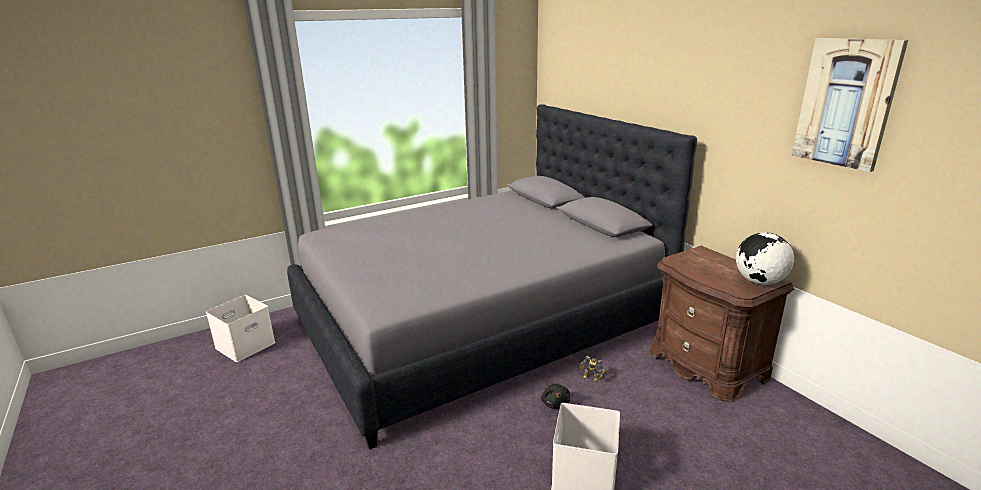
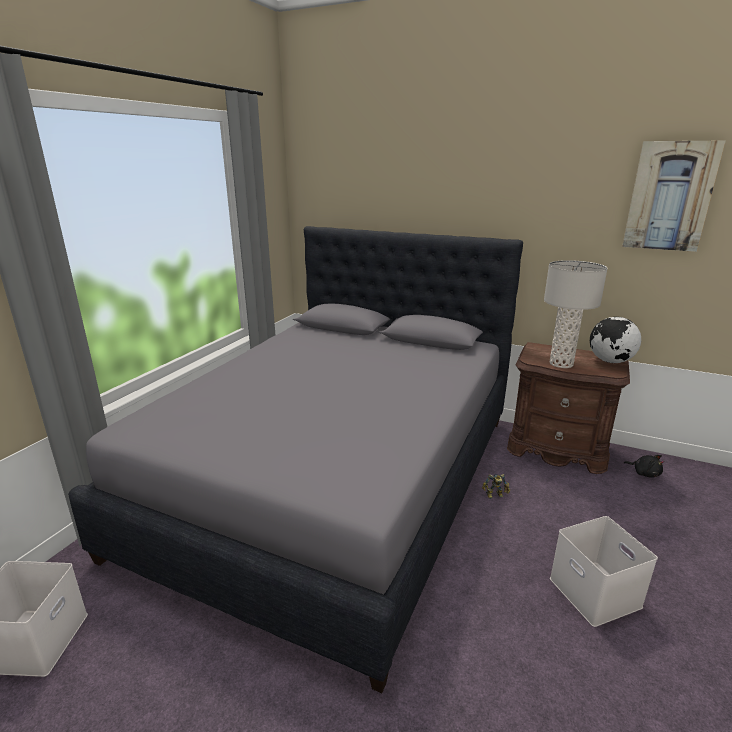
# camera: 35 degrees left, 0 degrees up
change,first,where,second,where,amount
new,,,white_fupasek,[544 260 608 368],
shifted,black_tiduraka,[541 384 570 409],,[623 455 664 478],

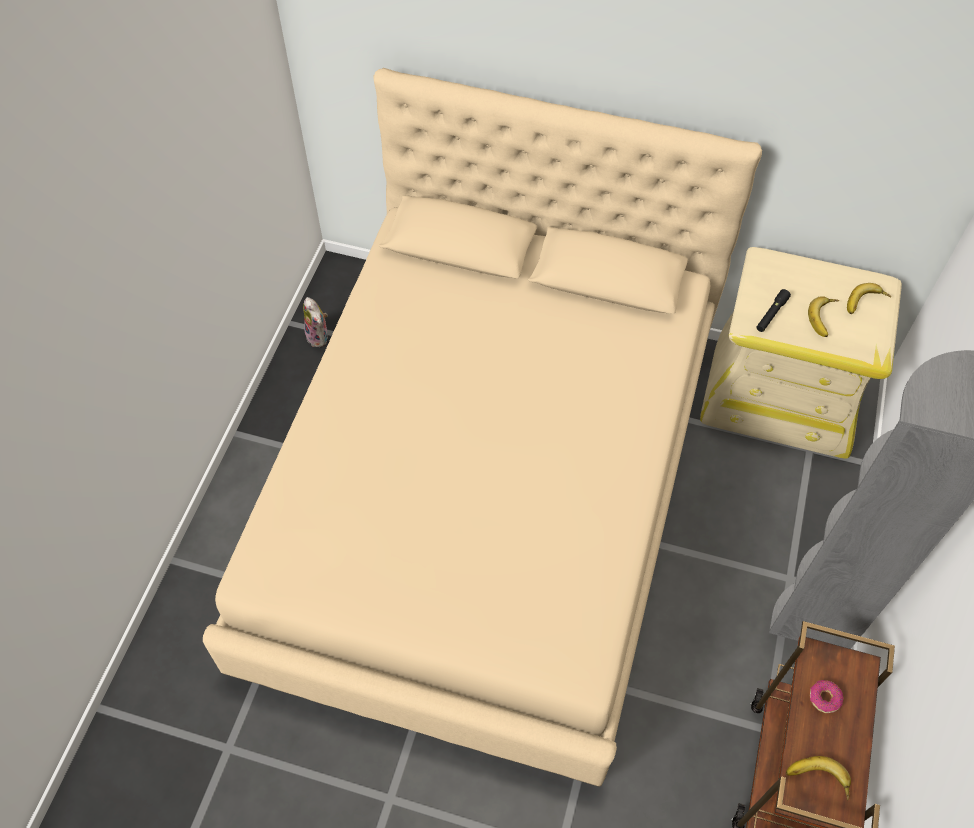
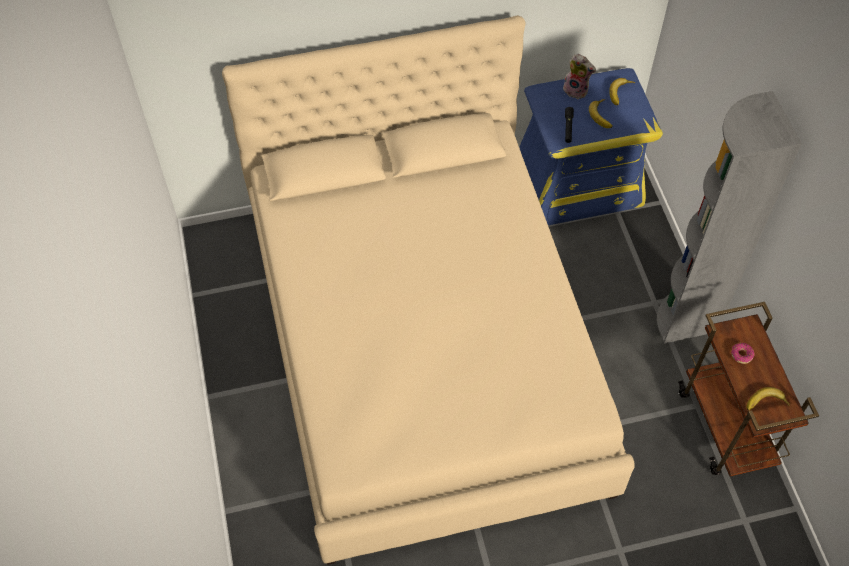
# camera: 30 degrees left, 0 degrees up
change,first,where,second,where,amount
repainted,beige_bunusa,[700 247 902 459],blue_bunusa,[519 68 663 225],
shifted,tiduraka,[303 297 328 347],,[563 54 596 99],

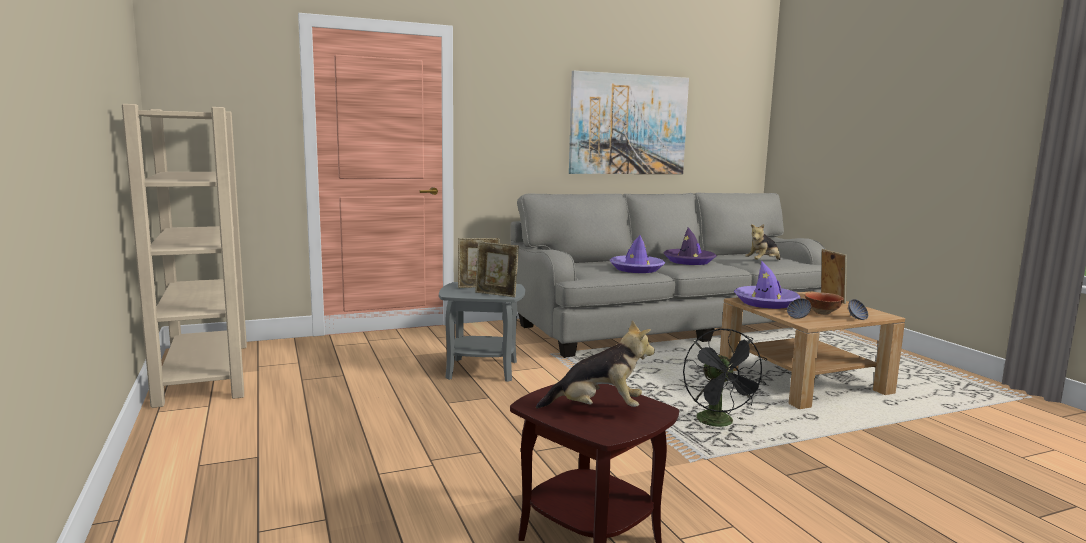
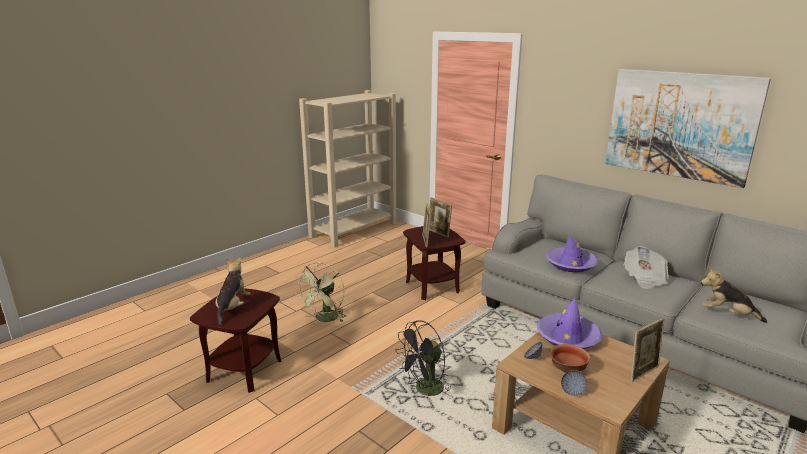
# camera: 65 degrees right, 10 degrees up
change,first,where,second,where,amount
rotated,tiduraka,[536 320 655 408],,[216 257 250 325],150 degrees counterclockwise
new,,,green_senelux,[296 262 346 322],
repainted,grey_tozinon,[439 282 525 382],brown_tozinon,[403 226 466 300],
swapped,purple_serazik,[663 227 716 265],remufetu,[623 246 668 289],

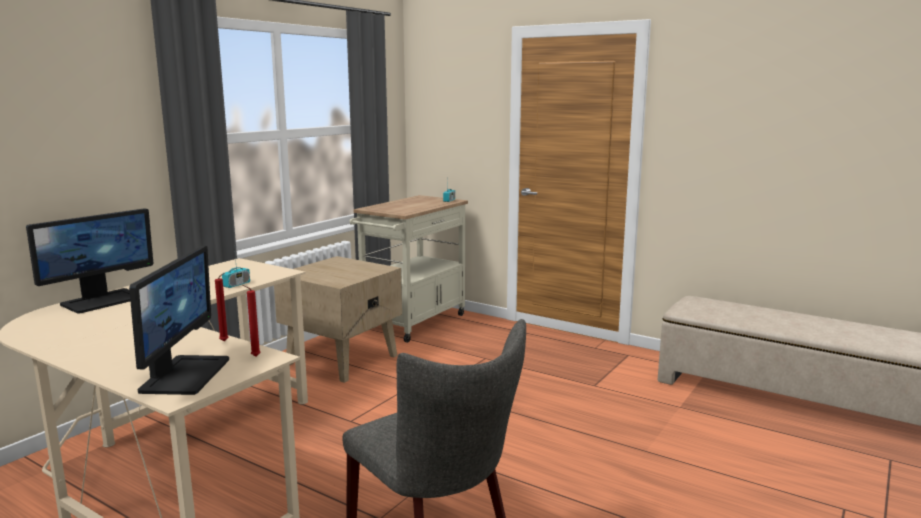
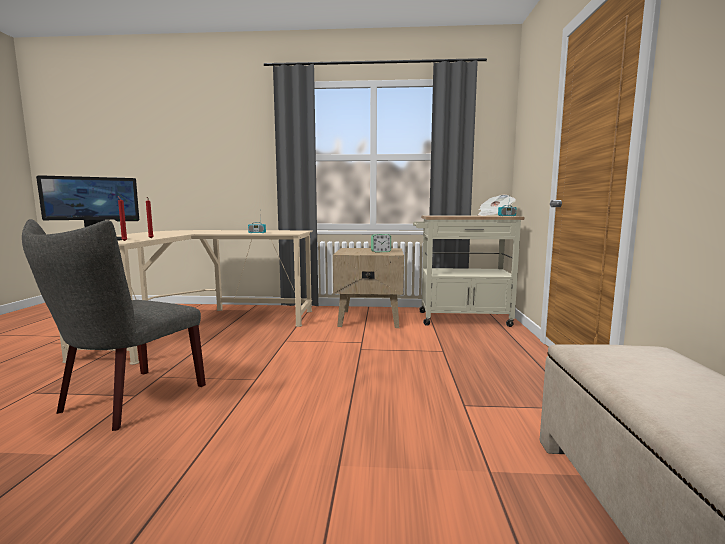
# camera: 60 degrees right, 5 degrees down
change,first,where,second,where,amount
new,,,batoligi,[371 234 391 252],
new,,,remufetu,[478 195 516 216],
gone,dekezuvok,[26 208 153 314],,,

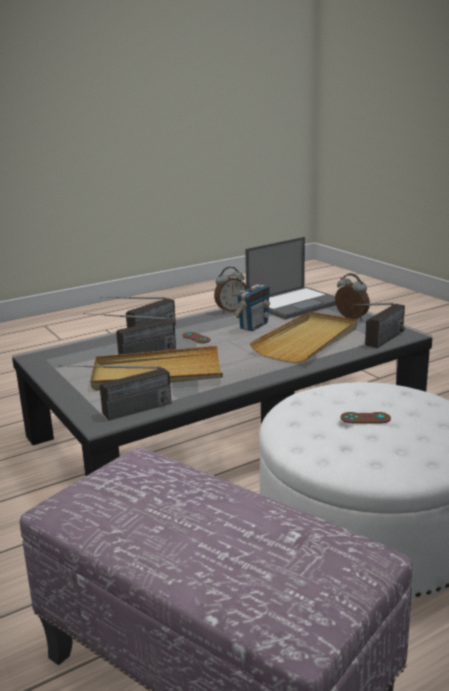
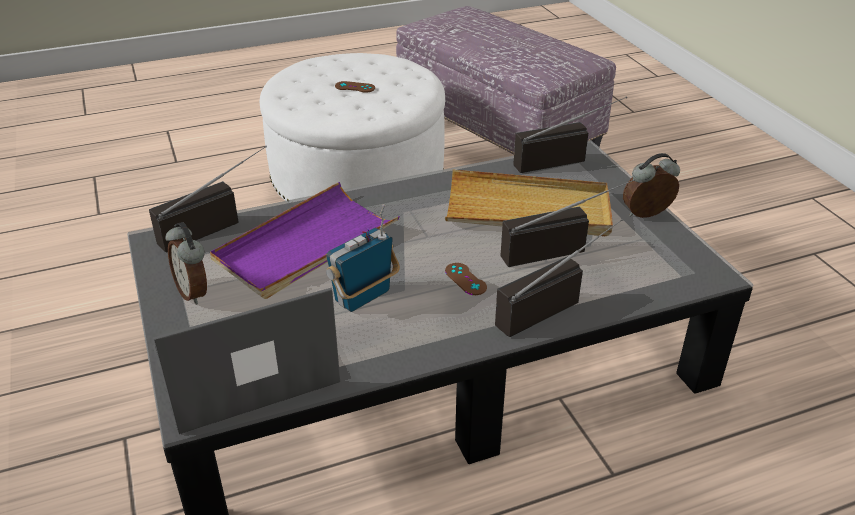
# camera: 170 degrees left, 15 degrees up
change,first,where,second,where,amount
repainted,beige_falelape,[250 311 357 363],purple_falelape,[210 182 400 299],
shifted,batoligi,[214 267 247 313],,[623 153 680 218],

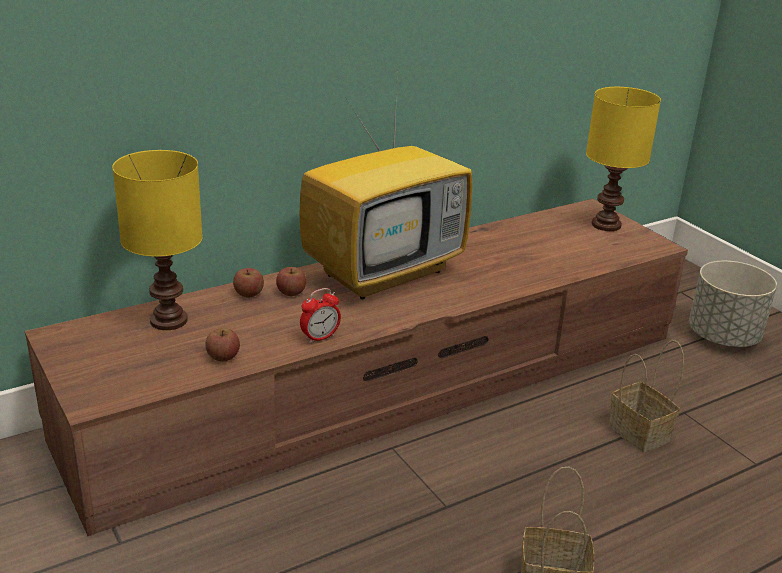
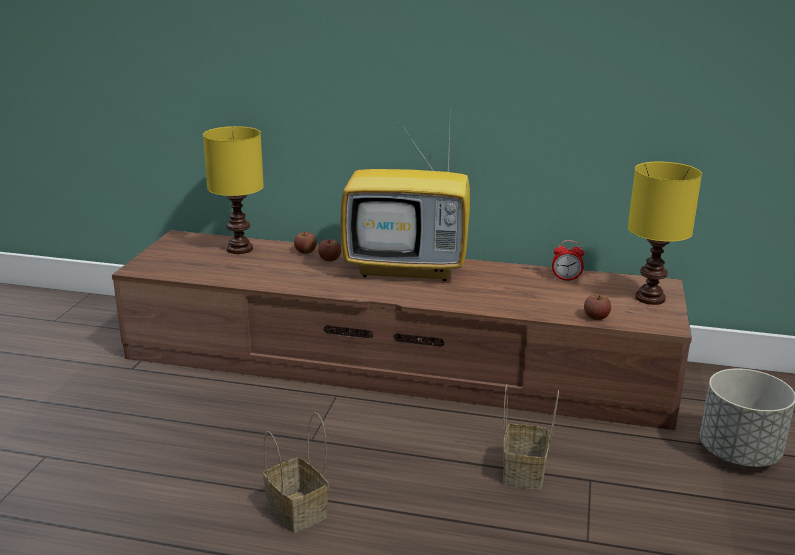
# camera: 45 degrees right, 5 degrees down
change,first,where,second,where,amount
shifted,batoligi,[300 288 341 343],,[552 240 584 281],
shifted,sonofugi,[205 328 240 362],,[584 294 611 320],

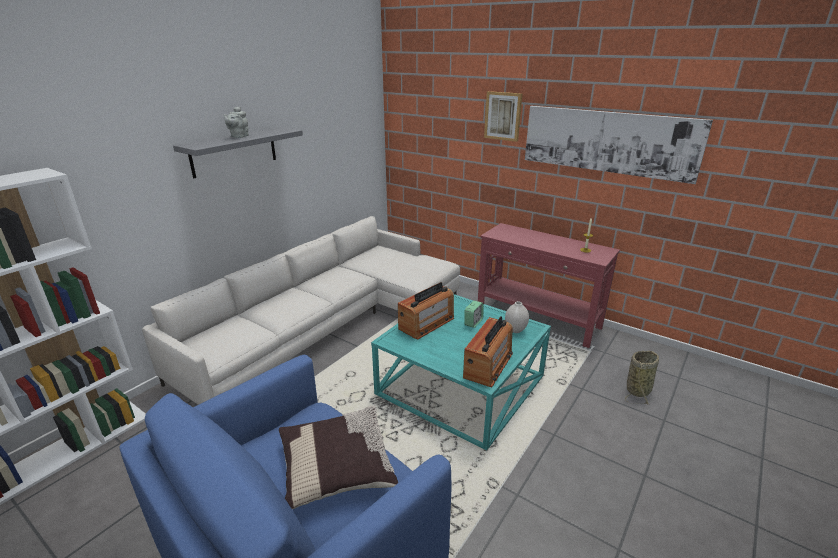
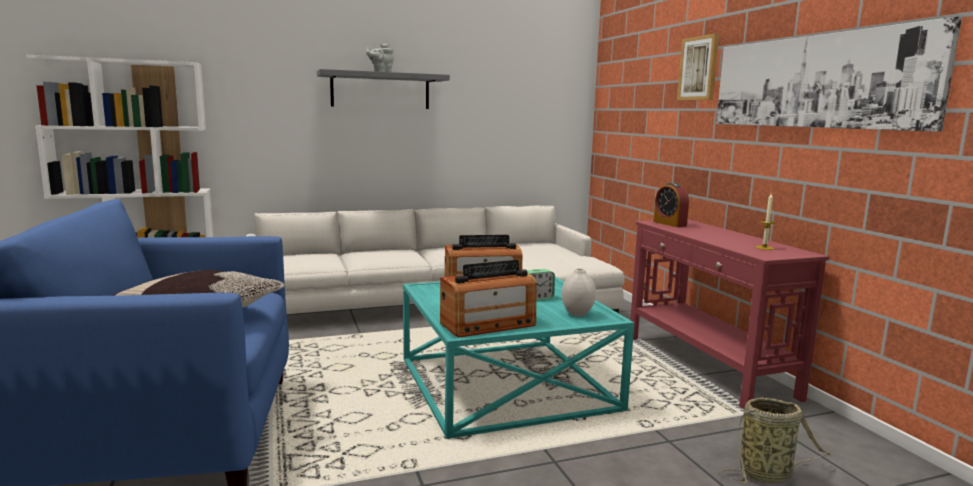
# camera: 35 degrees right, 15 degrees down
change,first,where,second,where,amount
new,,,batoligi,[653 183 689 227],

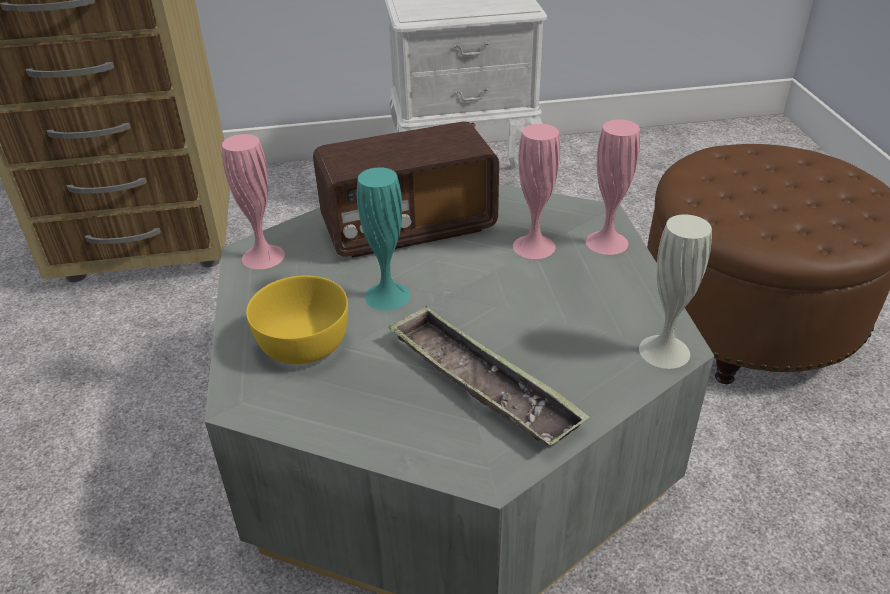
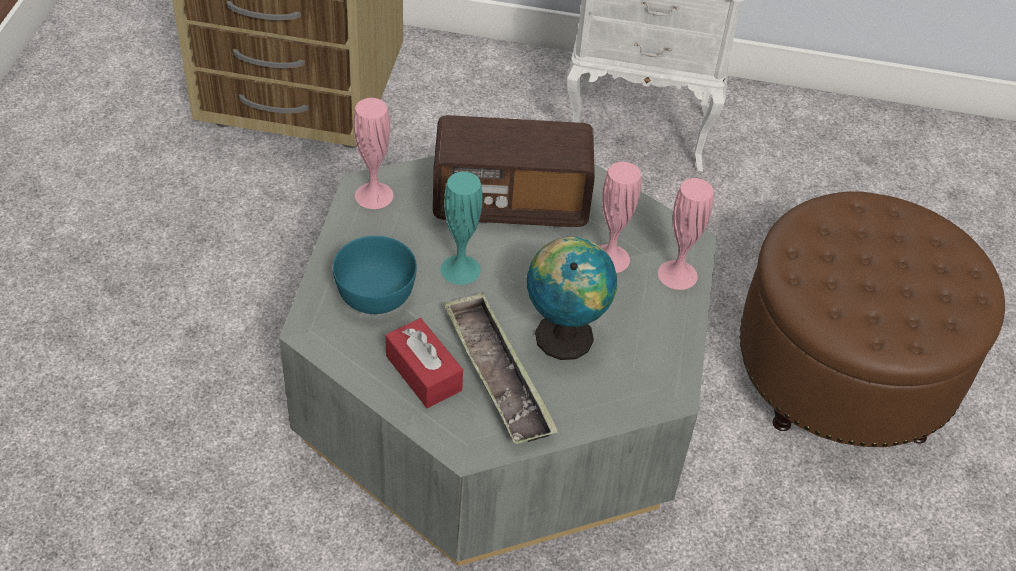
# camera: 15 degrees right, 10 degrees up
change,first,where,second,where,amount
repainted,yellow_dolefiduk,[246 276 348 364],turquoise_dolefiduk,[333 236 417 314],
new,,,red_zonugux,[385 318 463 408],
new,,,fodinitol,[527 237 617 360],
gone,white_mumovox,[639 214 712 369],,,

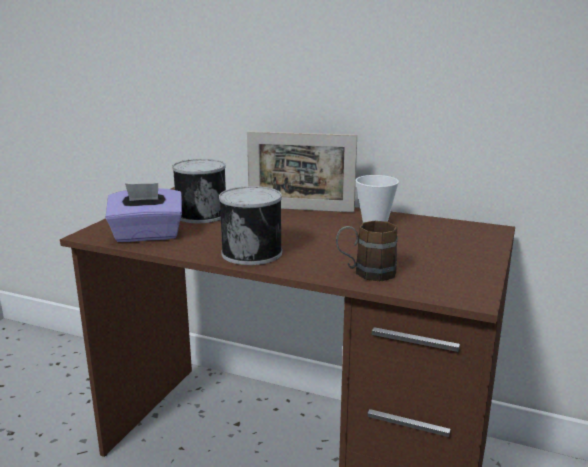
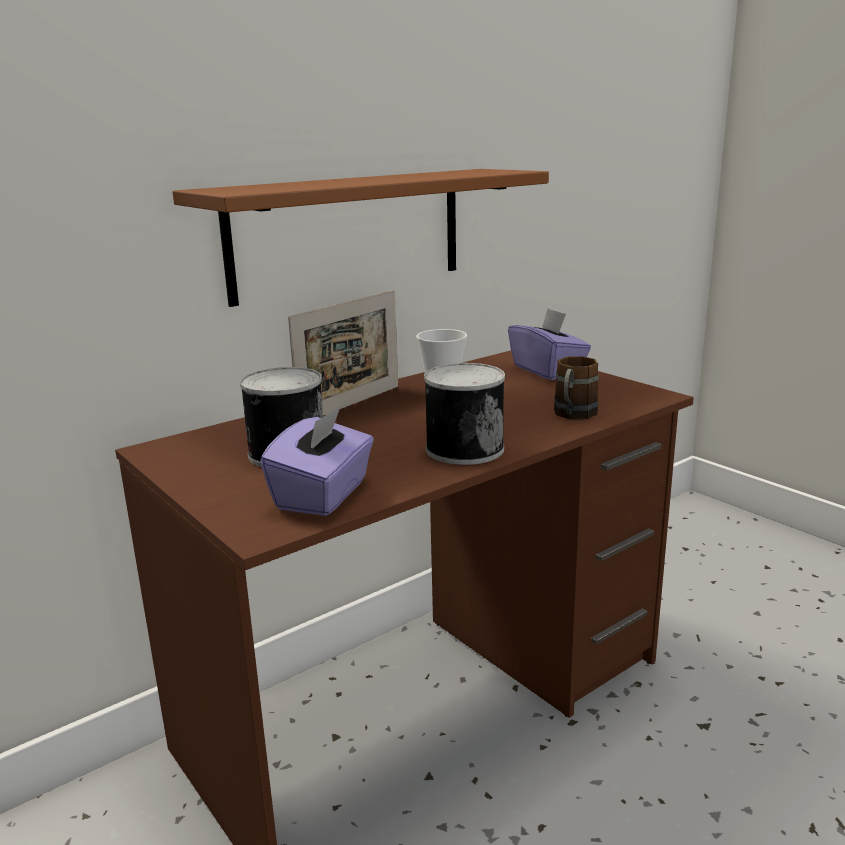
# camera: 60 degrees left, 0 degrees up
change,first,where,second,where,amount
new,,,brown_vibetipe,[173 169 549 307],
new,,,purple_zonugux,[508 308 591 380],

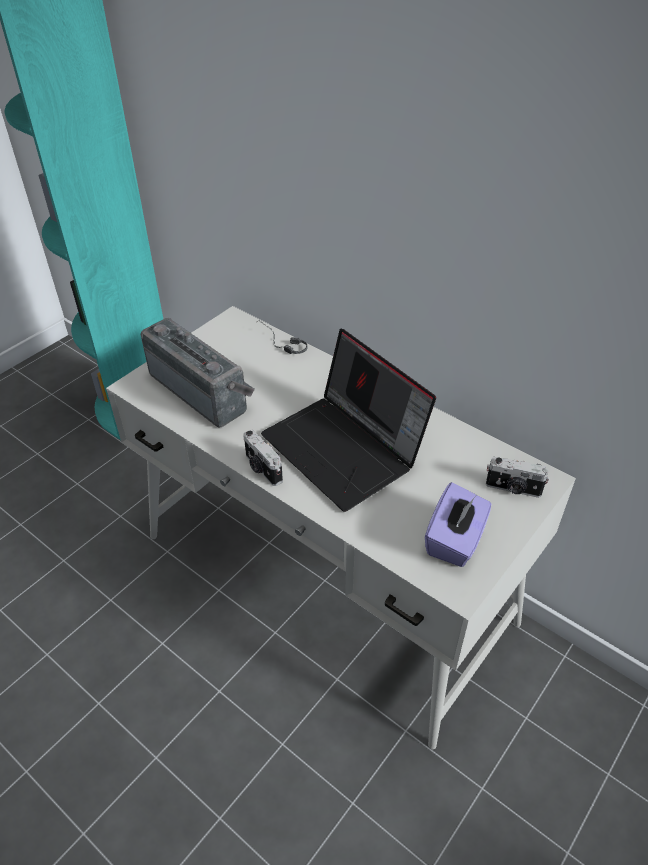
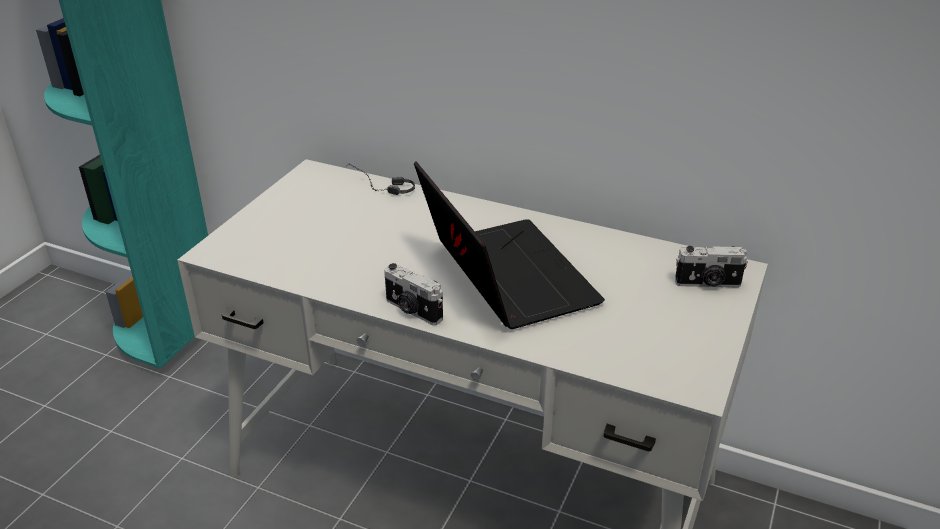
# camera: 15 degrees left, 10 degrees down
change,first,where,second,where,amount
rotated,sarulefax,[261 329 436 512],,[414 161 605 329],150 degrees counterclockwise
gone,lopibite,[141 318 255 428],,,
gone,purple_zonugux,[425 482 491 567],,,

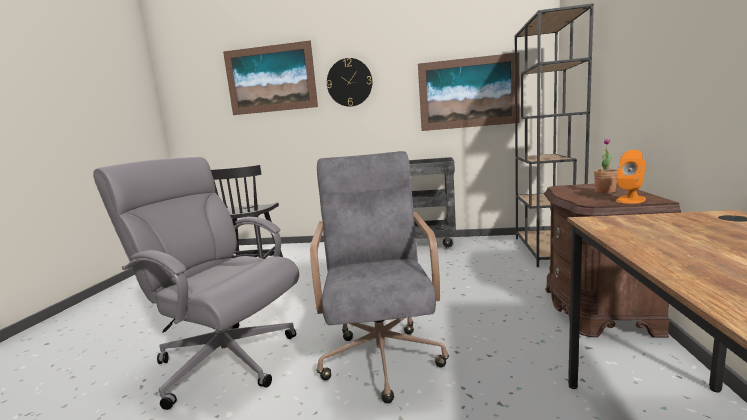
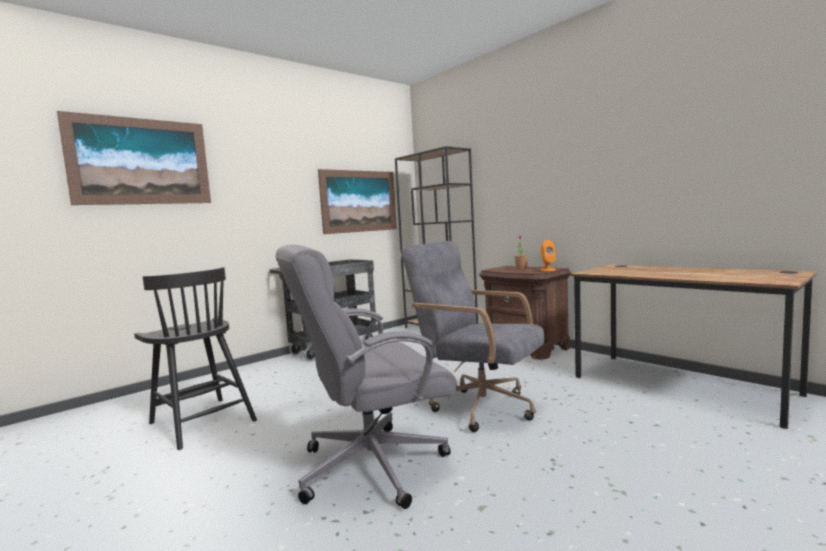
# camera: 50 degrees left, 5 degrees down
change,first,where,second,where,amount
gone,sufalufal,[327 58 372 107],,,

